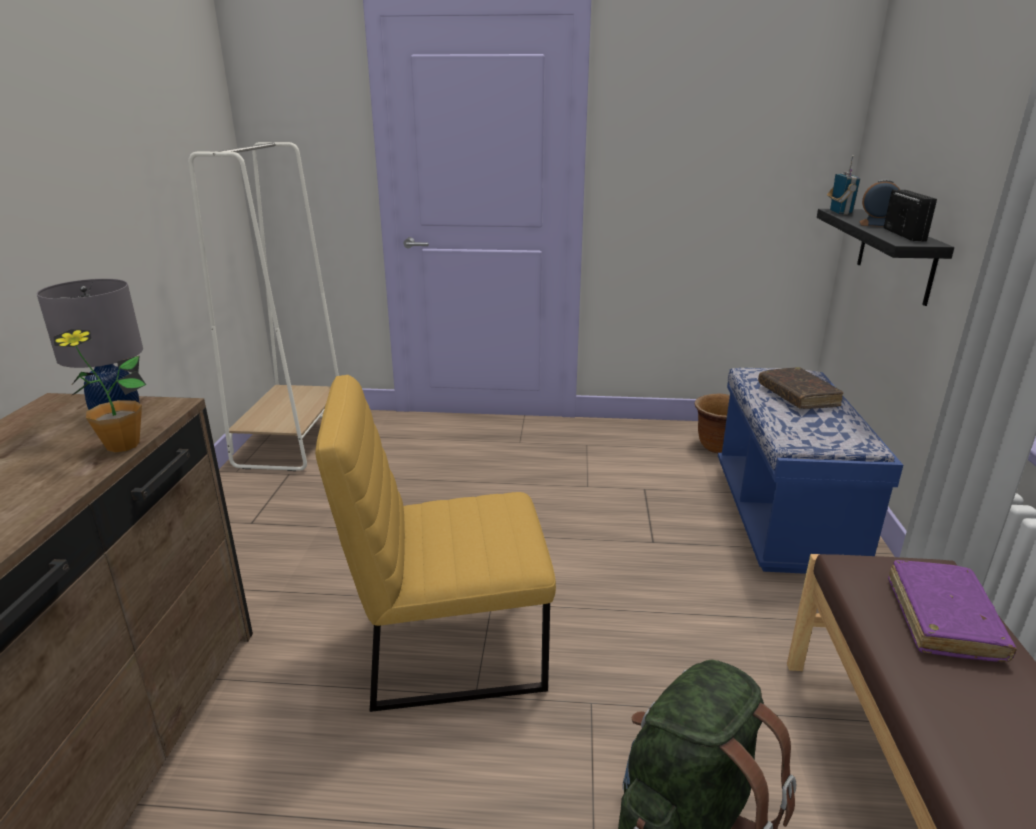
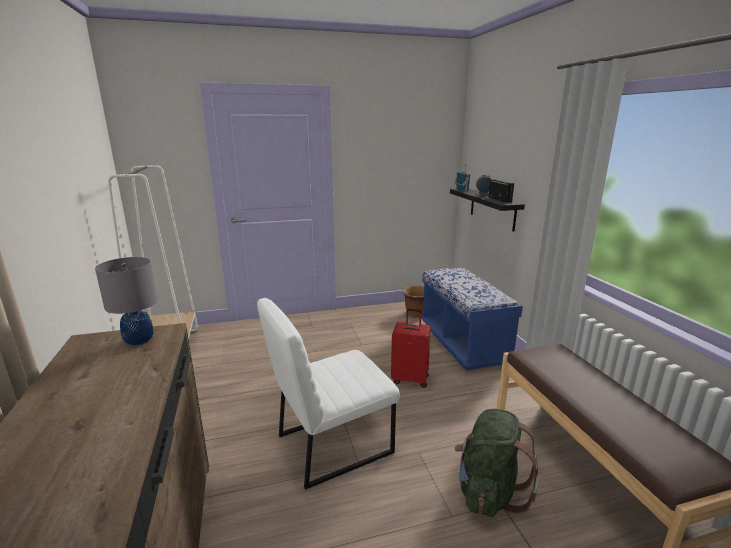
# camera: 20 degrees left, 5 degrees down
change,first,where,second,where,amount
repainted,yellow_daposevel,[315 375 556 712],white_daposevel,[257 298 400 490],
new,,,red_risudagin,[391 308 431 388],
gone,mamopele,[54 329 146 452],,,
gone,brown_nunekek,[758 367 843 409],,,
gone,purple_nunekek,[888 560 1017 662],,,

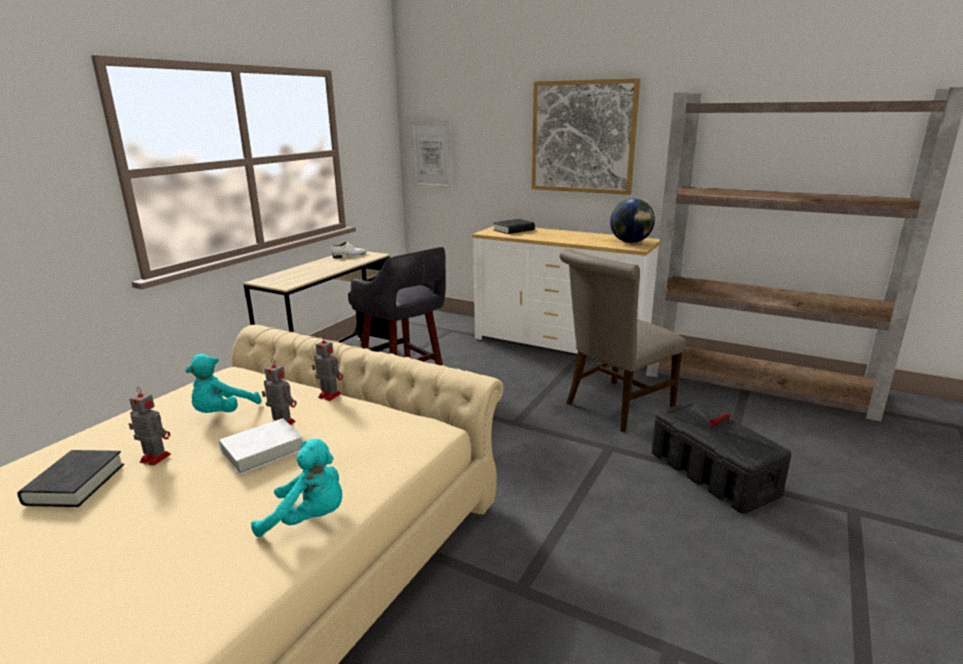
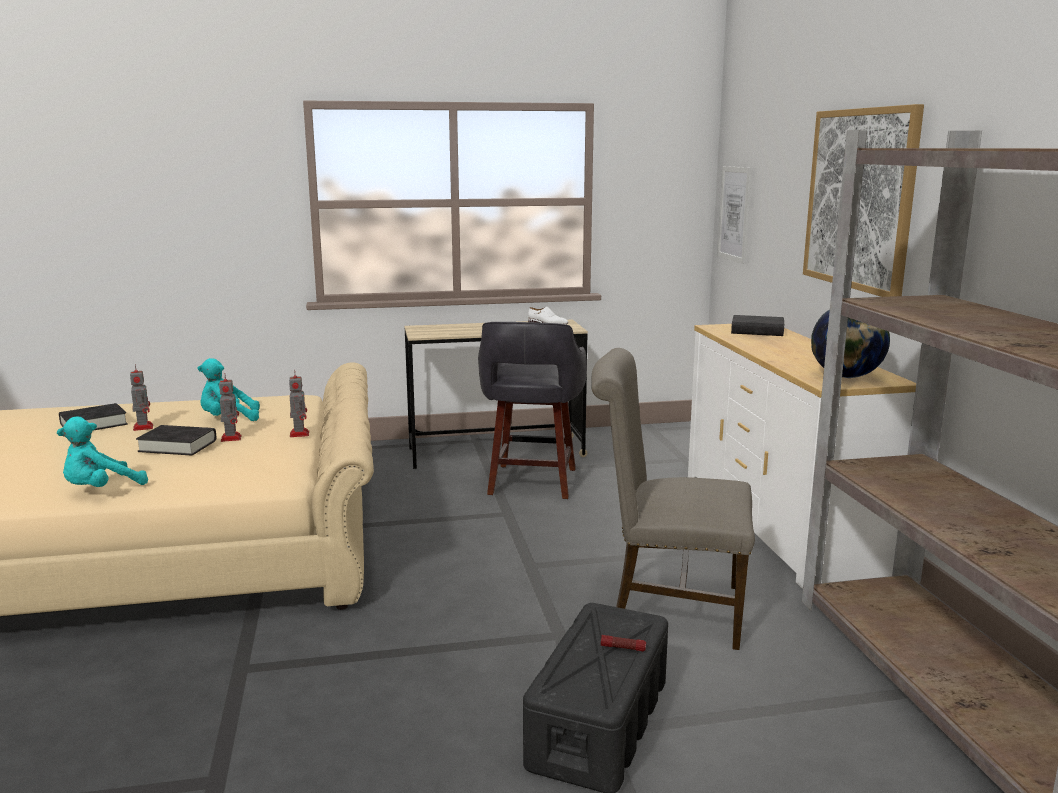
# camera: 50 degrees right, 5 degrees down
change,first,where,second,where,amount
rotated,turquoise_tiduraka,[251 439 342 537],,[57 417 148 487],75 degrees clockwise
repainted,white_nunekek,[219 418 303 475],black_nunekek,[136 425 216 456],

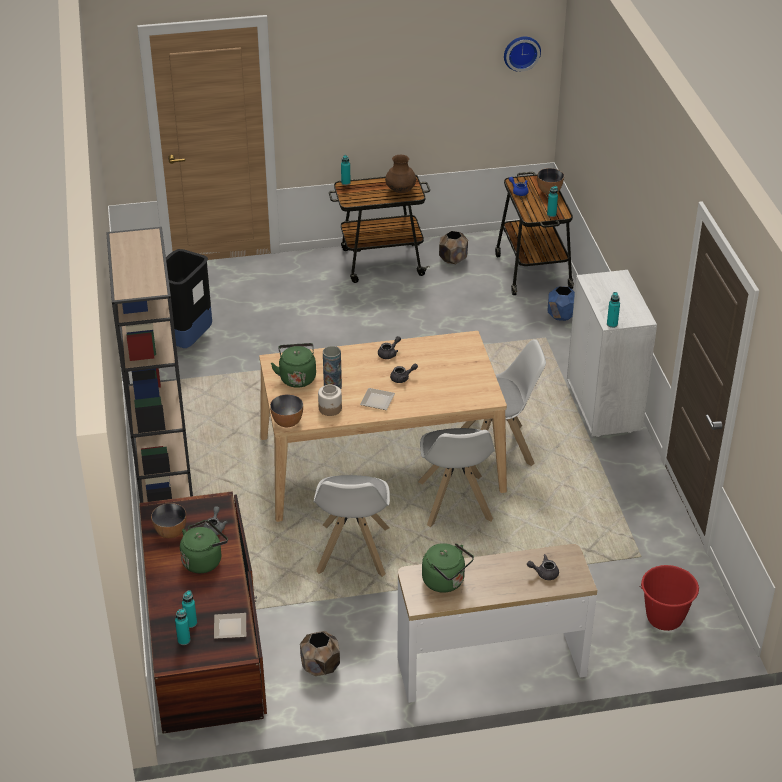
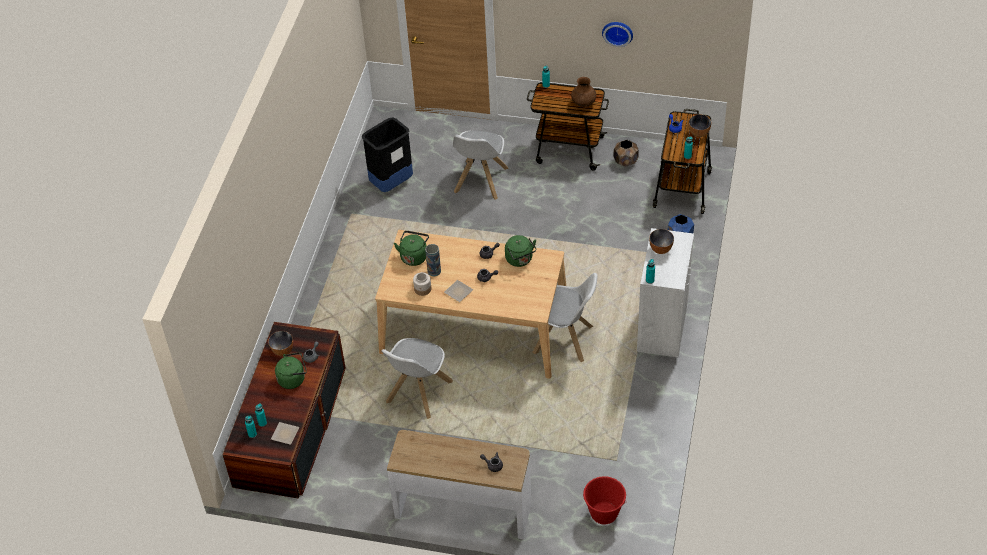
# camera: 25 degrees right, 10 degrees up
change,first,where,second,where,amount
shifted,daposevel,[418 428 495 527],,[453 131 509 200],
shifted,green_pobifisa,[422 543 474 593],,[505 235 536 267],
shifted,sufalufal,[504 37 541 72],,[602 22 633 47],
shifted,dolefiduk,[270 394 303 427],,[649 229 674 254],
gone,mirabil,[106 227 193 503],,,
gone,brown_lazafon,[300 631 340 676],,,

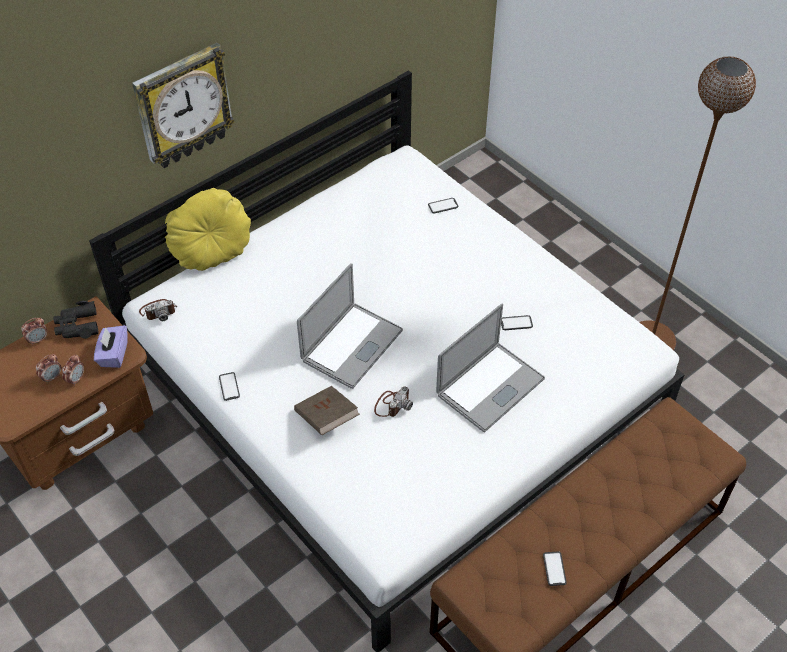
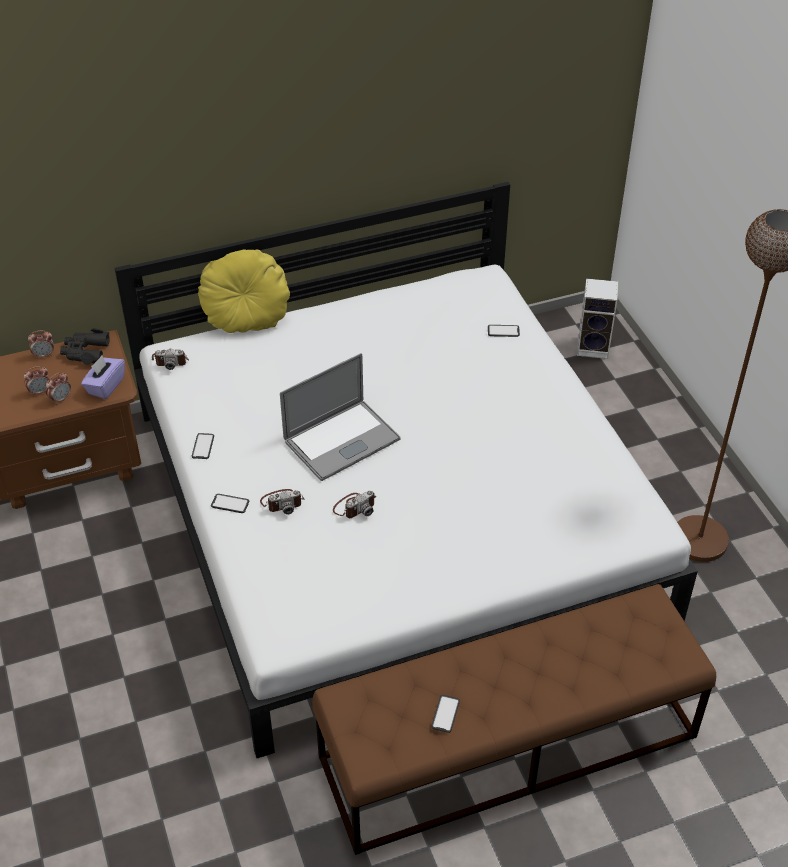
# camera: 20 degrees right, 5 degrees down
change,first,where,second,where,amount
shifted,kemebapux,[501 315 533 330],,[211 494 249 513],
swapped,brown_nunekek,[294 386 360 435],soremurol,[260 489 304 515],
new,,,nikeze,[577 278 618 359],
gone,sufalufal,[132 43 235 168],,,
gone,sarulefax,[436 303 545 432],,,

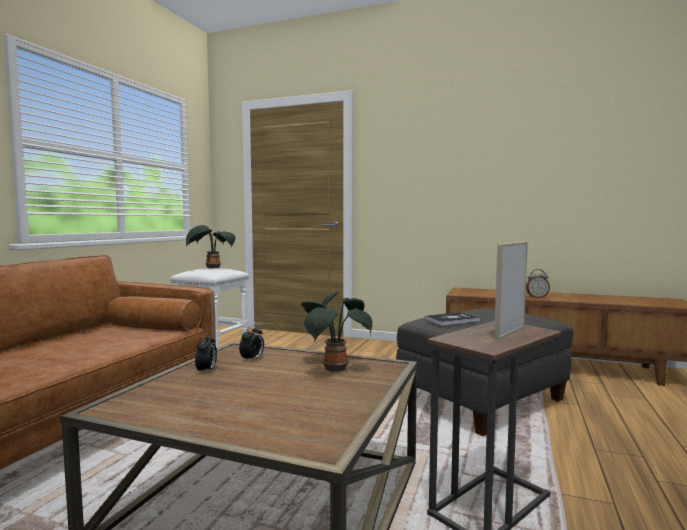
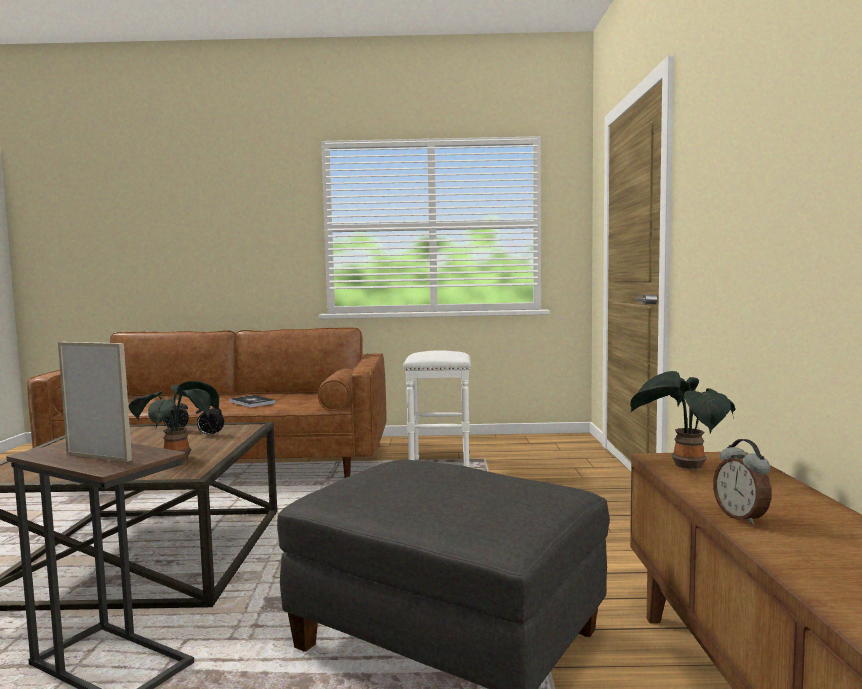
# camera: 70 degrees right, 0 degrees up
change,first,where,second,where,amount
shifted,nunekek,[424 312 480 326],,[229 395 276 408],
shifted,mamopele,[186 225 236 269],,[630 371 735 471],

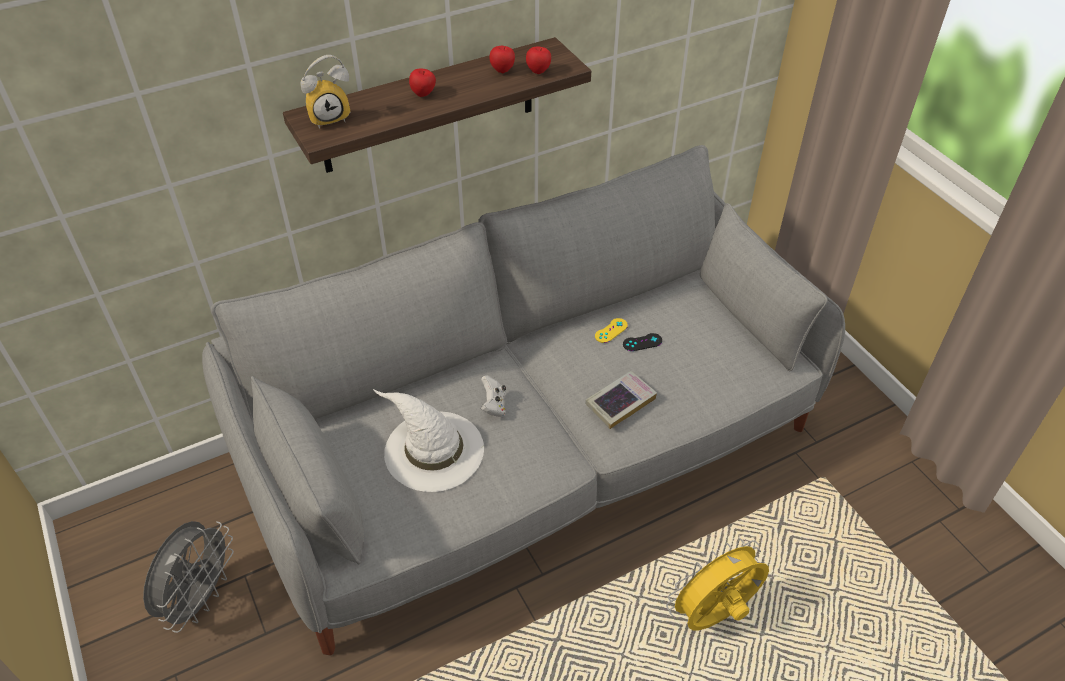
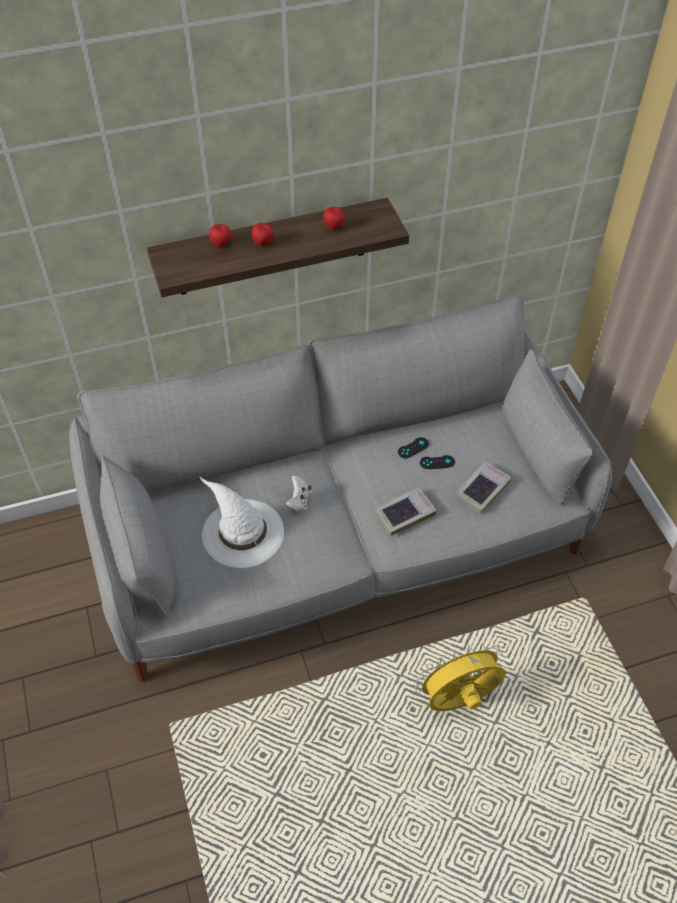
# camera: 10 degrees right, 5 degrees up
change,first,where,second,where,amount
shifted,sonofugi,[526 46 551 74],,[209 224 231 248],
repainted,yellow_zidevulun,[595 318 628 343],black_zidevulun,[398 437 429 458],
new,,,nunekek,[455 462 512 514],
gone,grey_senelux,[143 521 234 633],,,
gone,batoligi,[300 55 350 129],,,

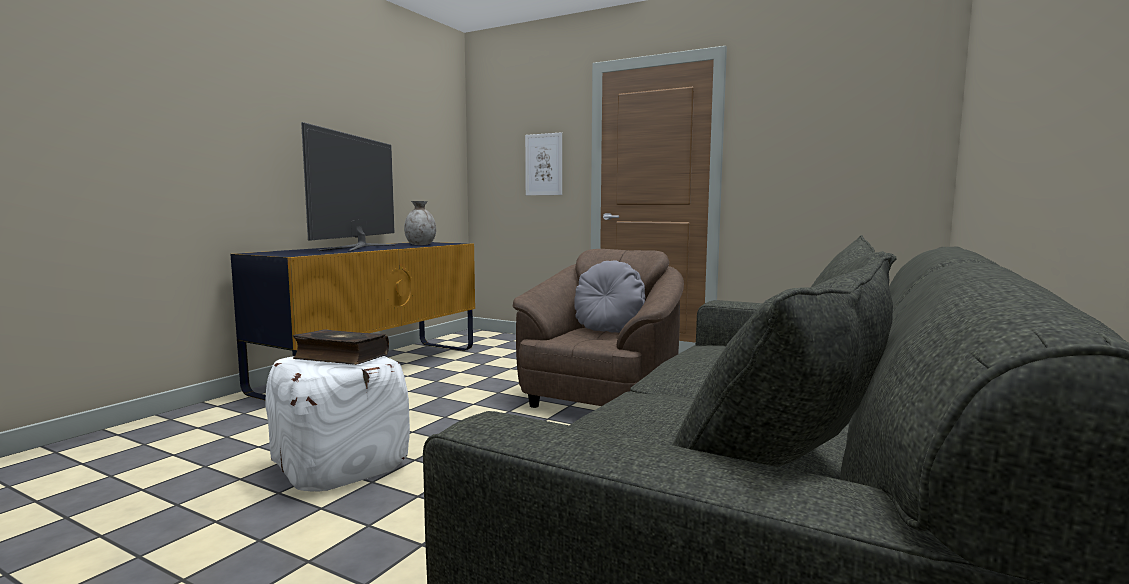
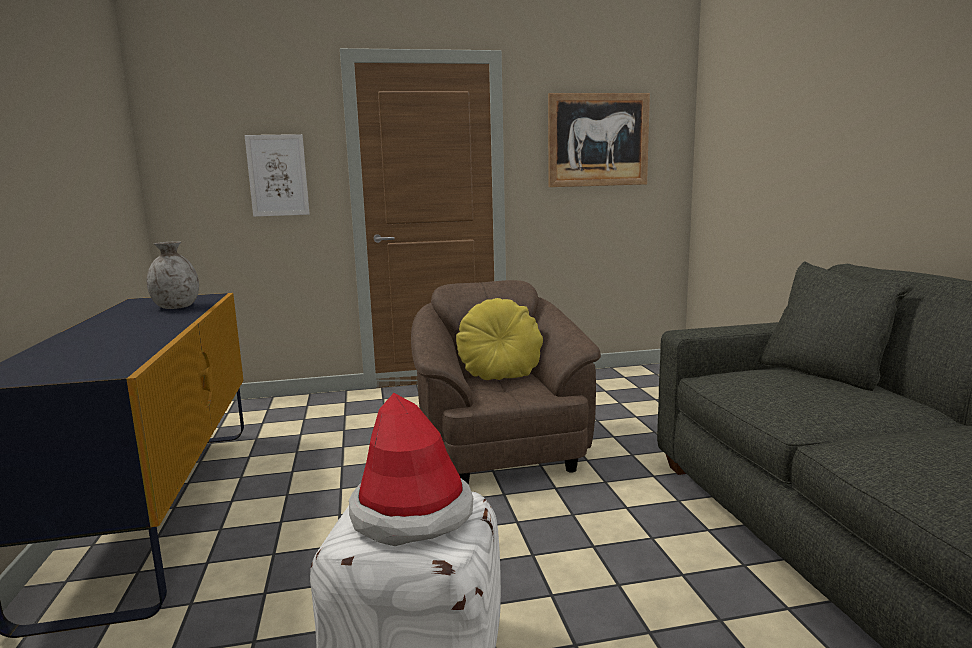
# camera: 40 degrees left, 5 degrees up
change,first,where,second,where,amount
swapped,nunekek,[293 329 389 365],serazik,[349 393 473 546],
repainted,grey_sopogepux,[574 261 645 333],yellow_sopogepux,[456 298 543 380],
new,,,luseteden,[548 93 650 187],
gone,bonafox,[301 122 395 251],,,

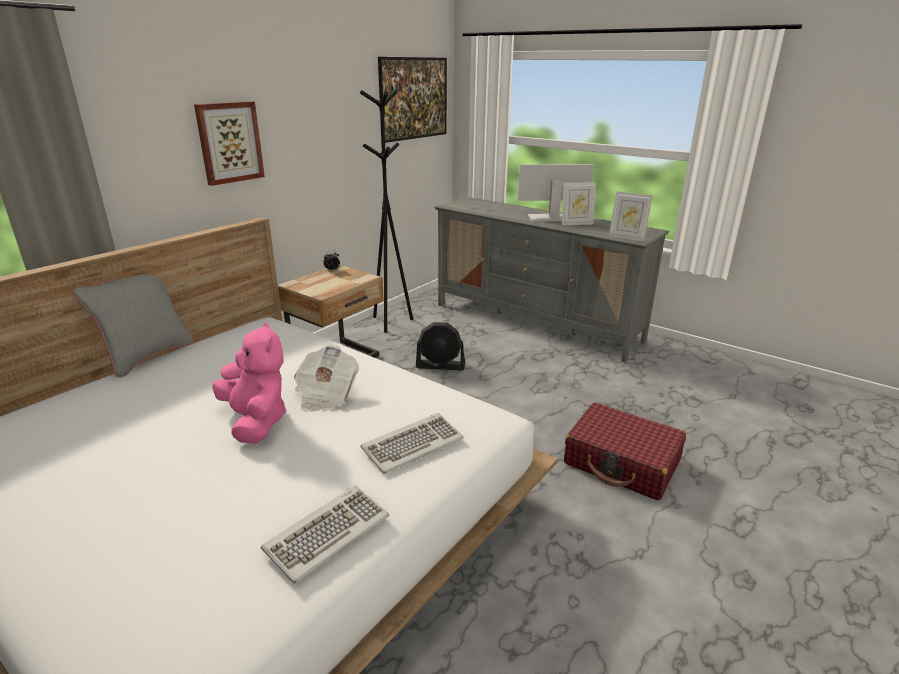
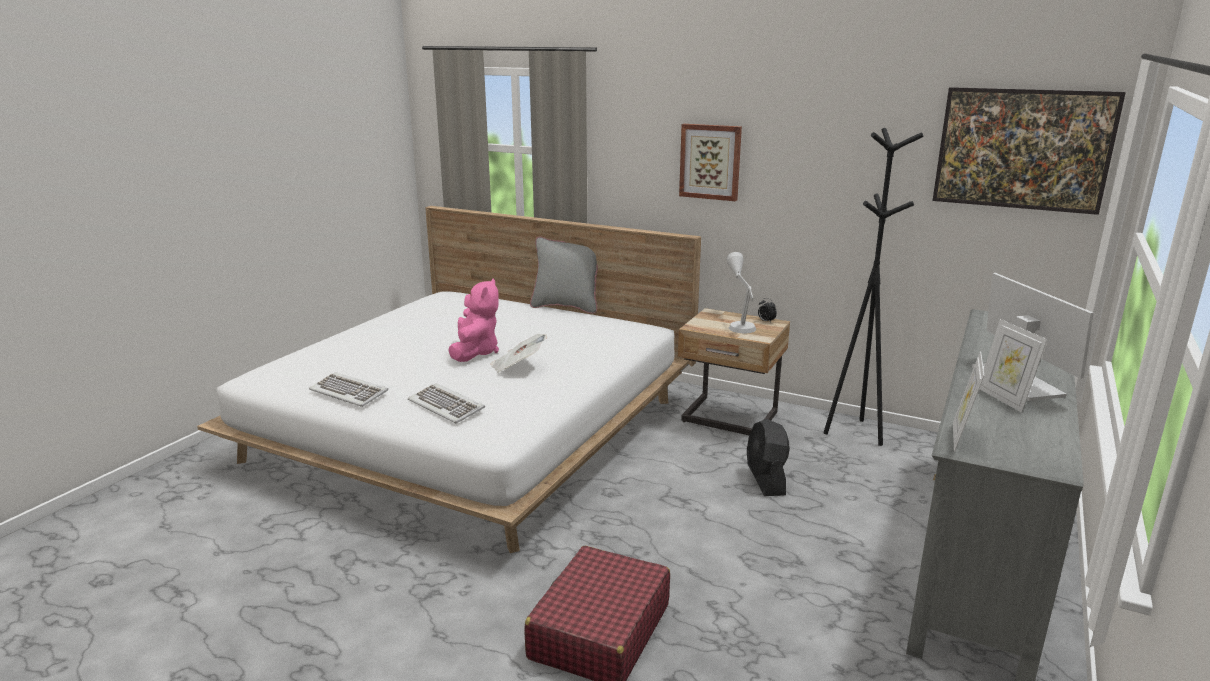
# camera: 80 degrees right, 5 degrees down
change,first,where,second,where,amount
rotated,pink_tiduraka,[213 322 286 444],,[448 278 499 362],45 degrees counterclockwise
new,,,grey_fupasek,[726 252 756 333],

